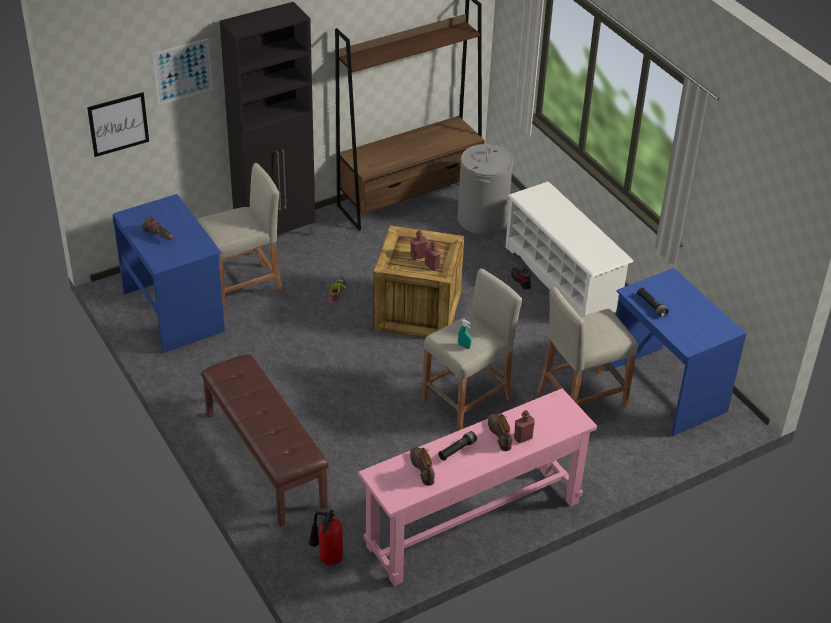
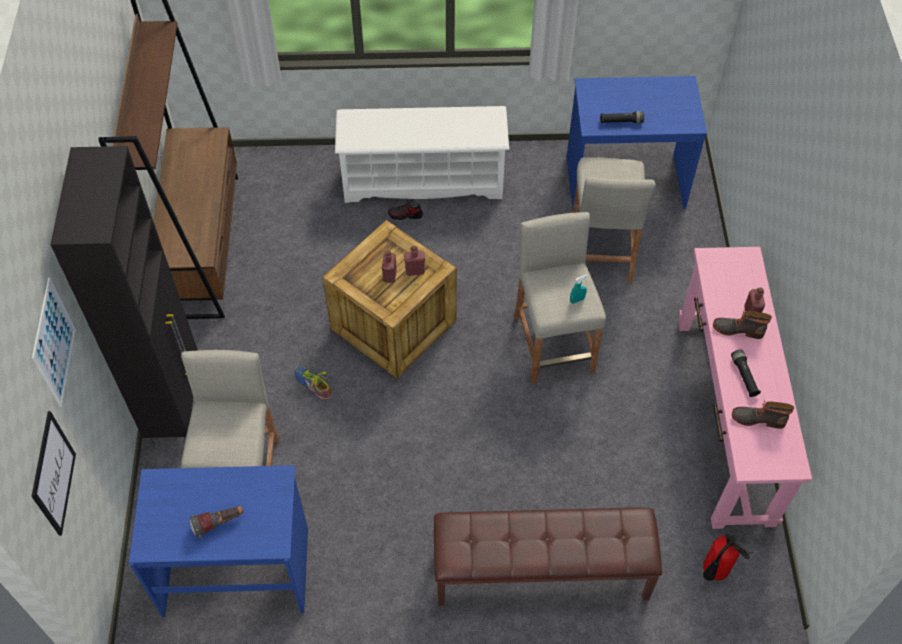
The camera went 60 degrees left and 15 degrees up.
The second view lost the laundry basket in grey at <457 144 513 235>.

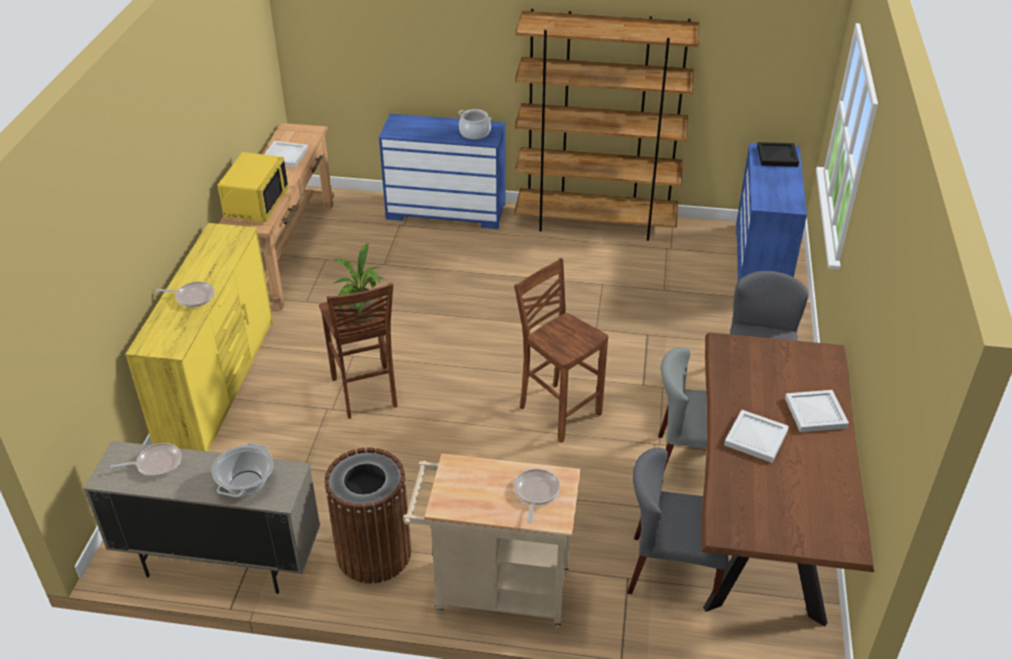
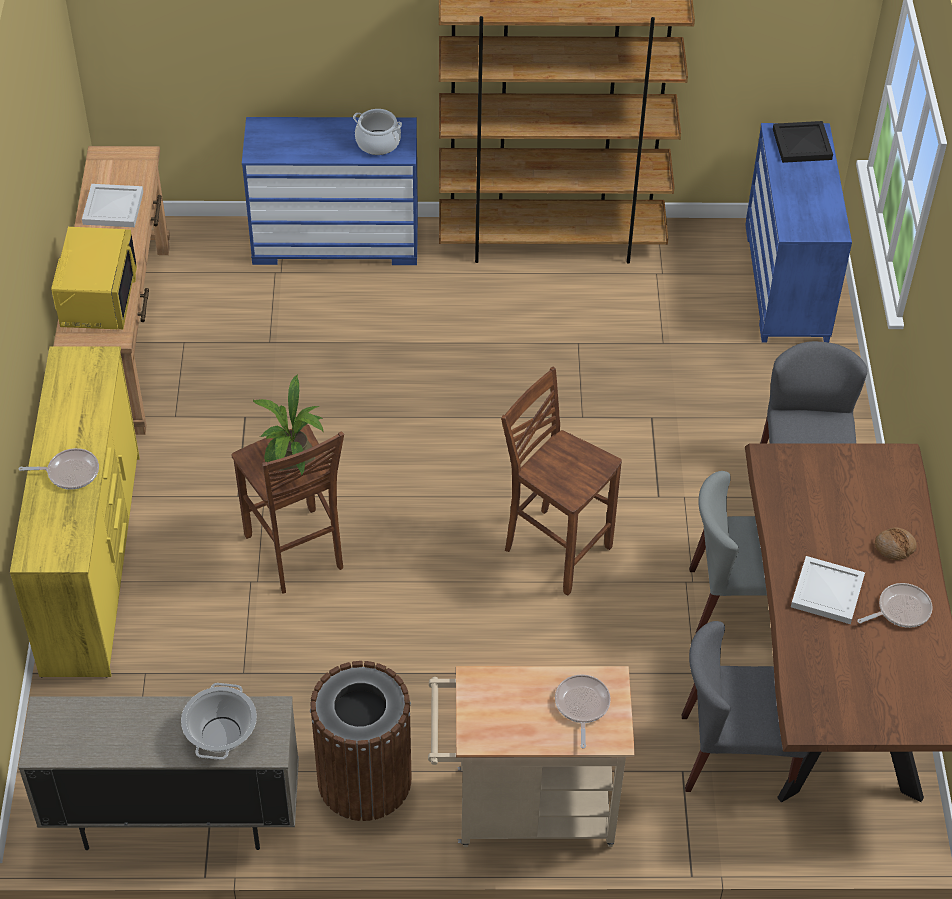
The camera went 10 degrees left and 10 degrees up.
Where the tray in white stood at <785 390 849 432>, the bread came to stand at <875 527 917 560>.
The frying pan ended up elsewhere, having gone from <111 443 182 477> to <857 583 933 628>.

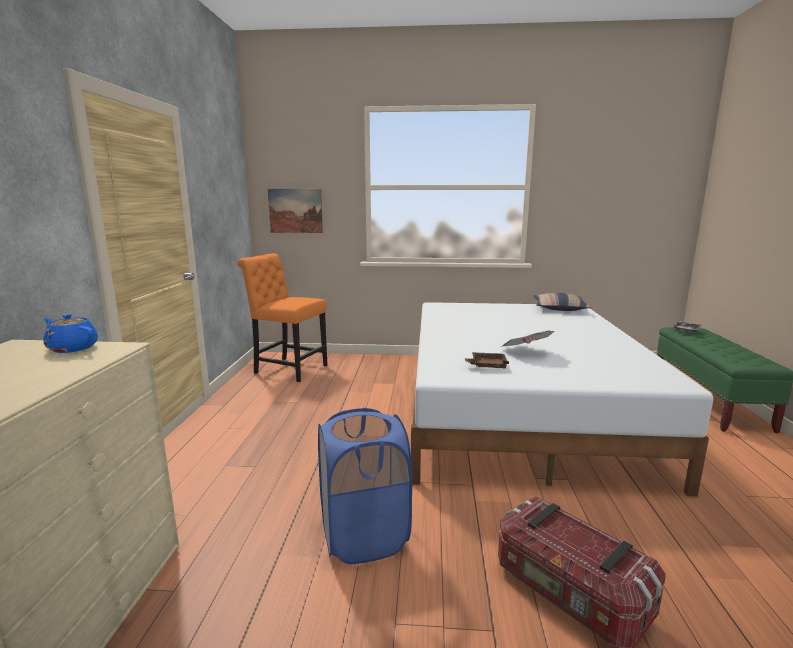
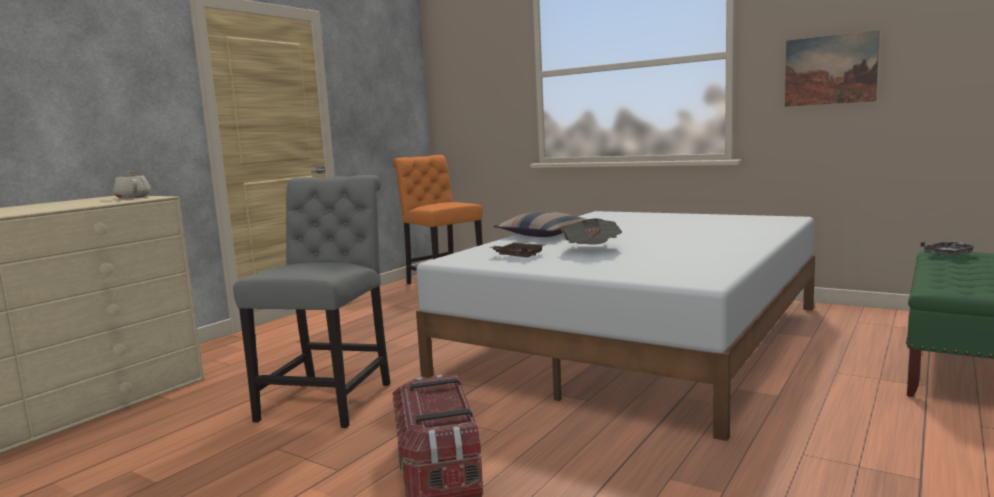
The camera went 30 degrees right and 5 degrees down.
The picture ended up elsewhere, having gone from <268 189 323 233> to <785 30 880 107>.
The pillow ended up elsewhere, having gone from <534 293 591 311> to <493 212 587 237>.
What was the teapot in blue at <43 314 98 353> turned into the teapot in beige at <113 171 151 199>.
Where the laundry basket in blue stood at <318 408 412 564>, the chair in grey came to stand at <233 175 391 428>.

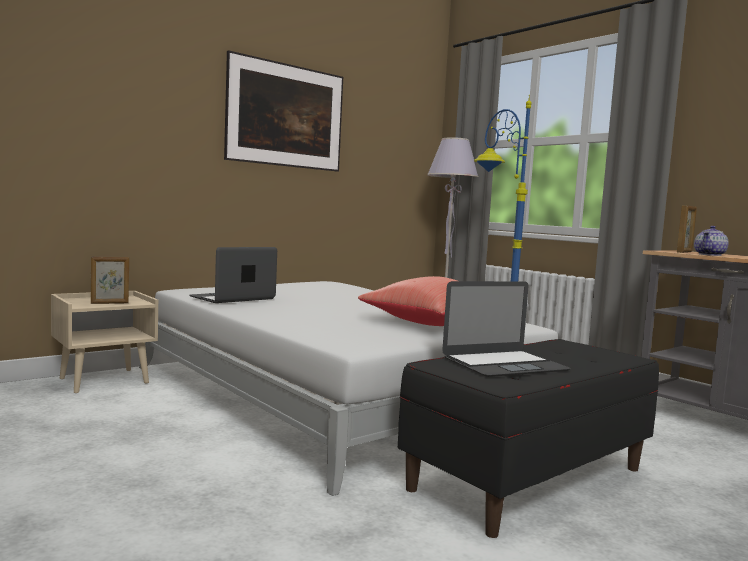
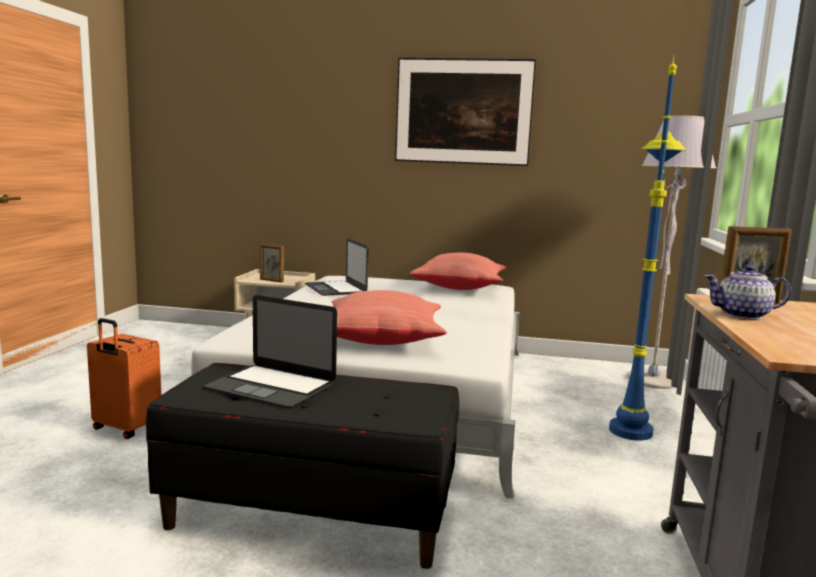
The camera went 50 degrees right and 5 degrees up.
The laptop at <189 247 277 303> ended up facing another way, 120 degrees counterclockwise from before.
The second view gained the pillow in red at <410 253 506 290>.
The second view gained the suitcase in orange at <87 318 161 439>.

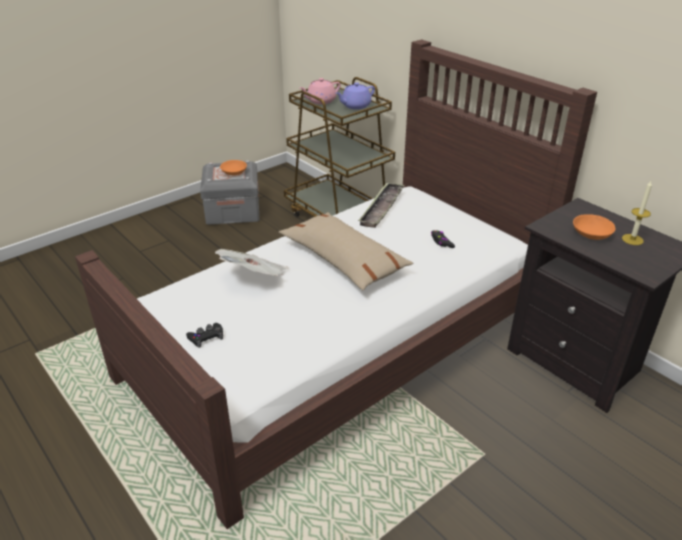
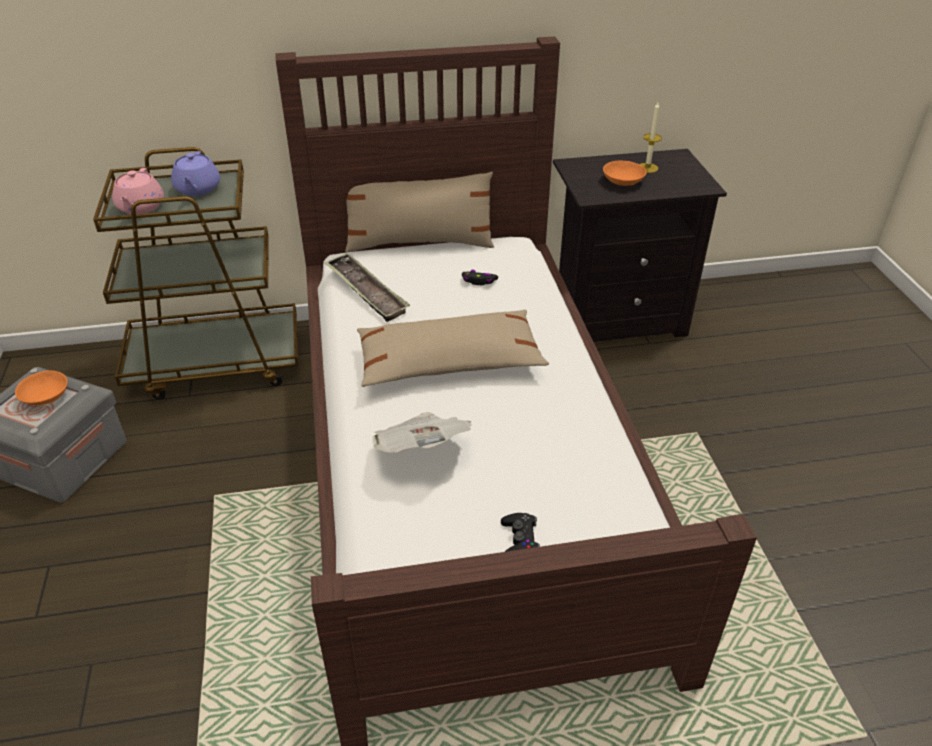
The camera went 60 degrees left and 5 degrees up.
The second view gained the pillow in beige at <345 172 494 252>.

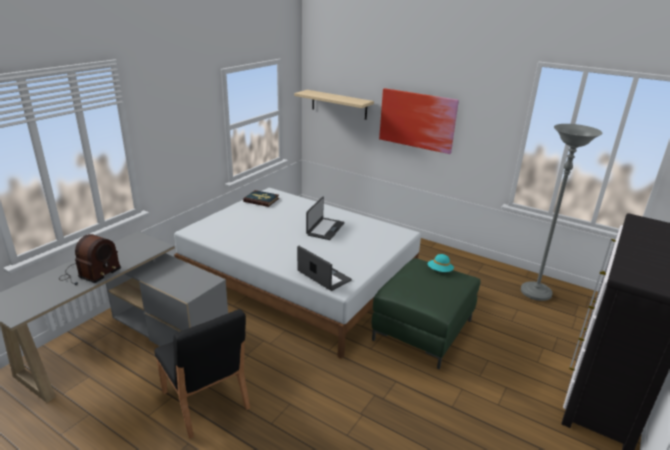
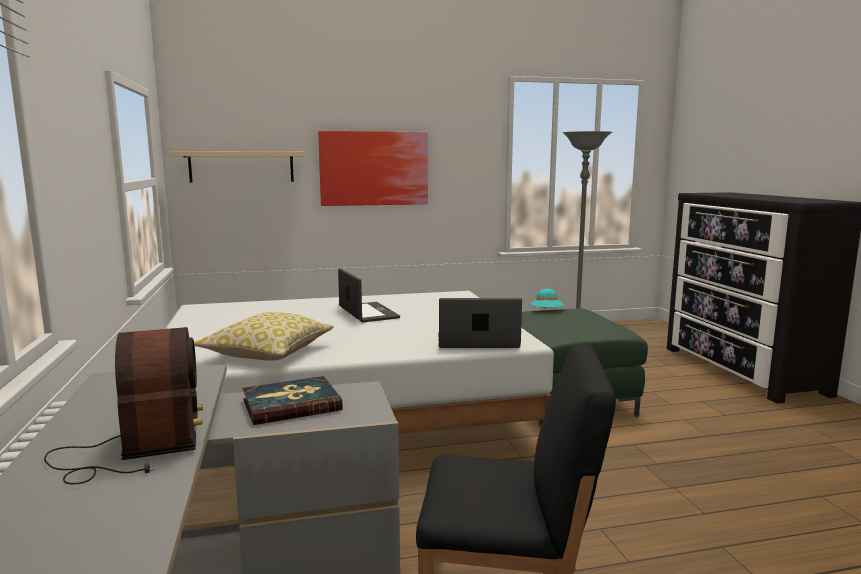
The camera went 45 degrees left and 15 degrees down.
The book ended up elsewhere, having gone from <243 190 279 207> to <243 376 343 425>.
The second view gained the pillow at <194 312 334 361>.

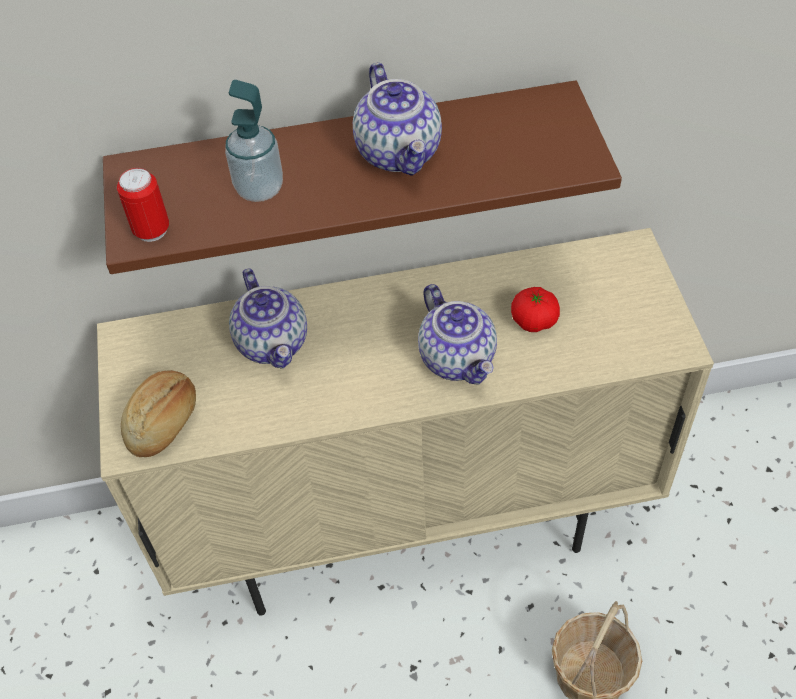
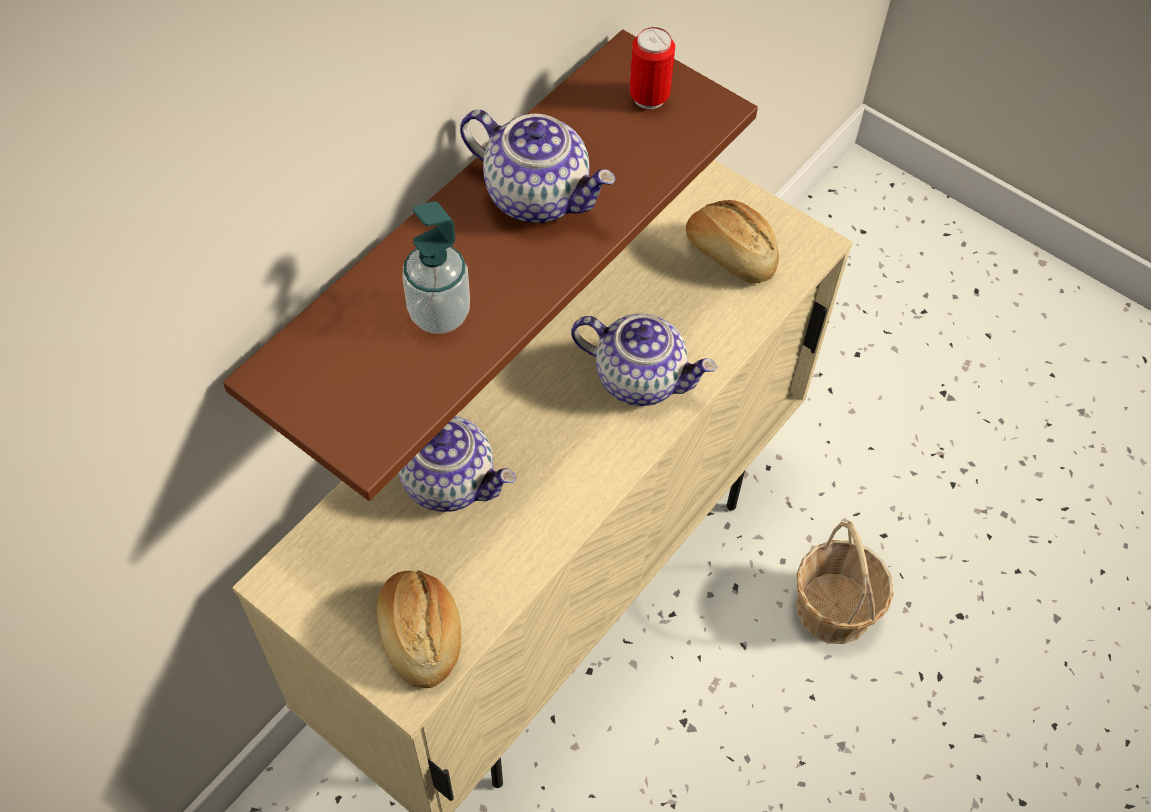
The camera went 45 degrees left and 5 degrees up.
The can ended up elsewhere, having gone from <117 168 169 242> to <629 27 675 109>.
The second view lost the tomato at <511 287 560 332>.
The second view gained the bread at <686 200 779 283>.

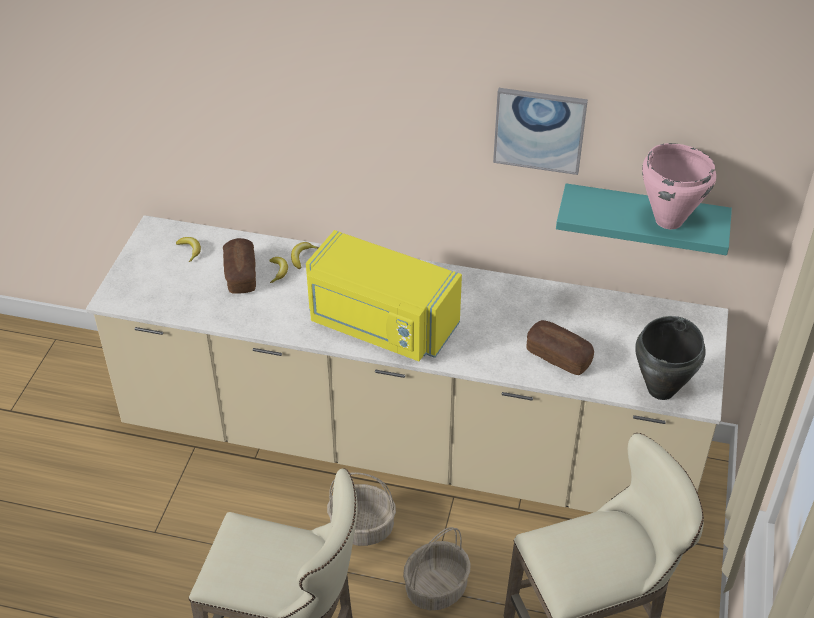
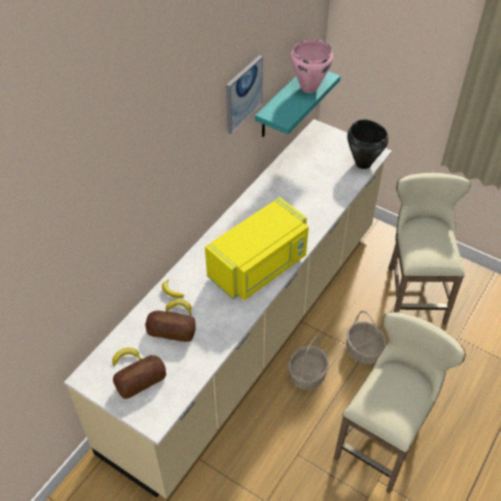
The camera went 70 degrees left and 5 degrees up.
The bread ended up elsewhere, having gone from <526 320 594 375> to <113 355 166 399>.

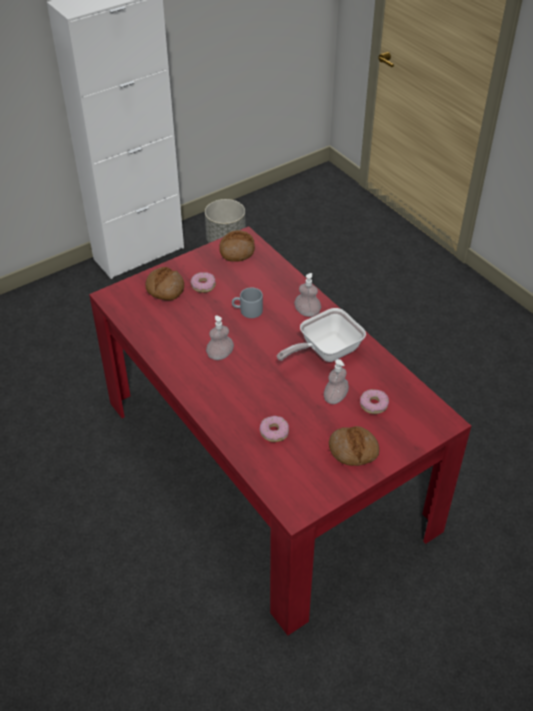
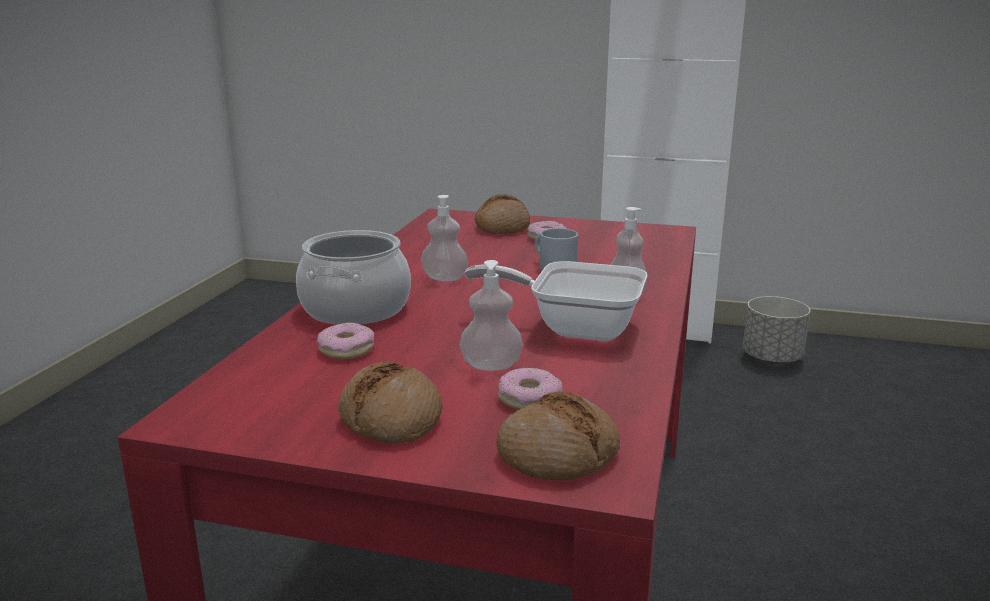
The camera went 50 degrees right and 25 degrees down.
The bread ended up elsewhere, having gone from <219 230 255 262> to <496 391 620 480>.
The second view gained the cooking pot at <296 230 411 325>.

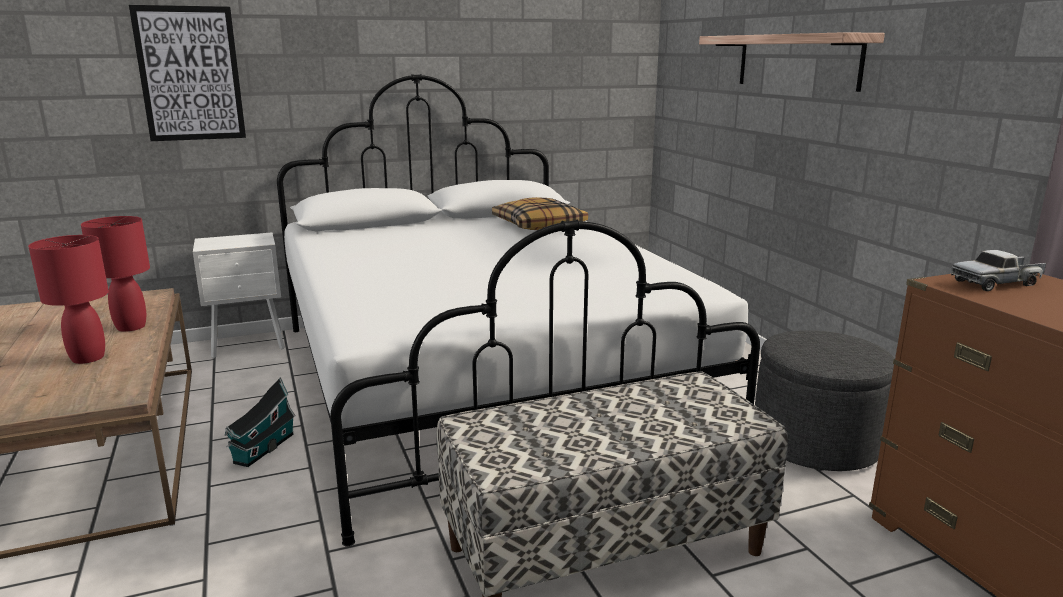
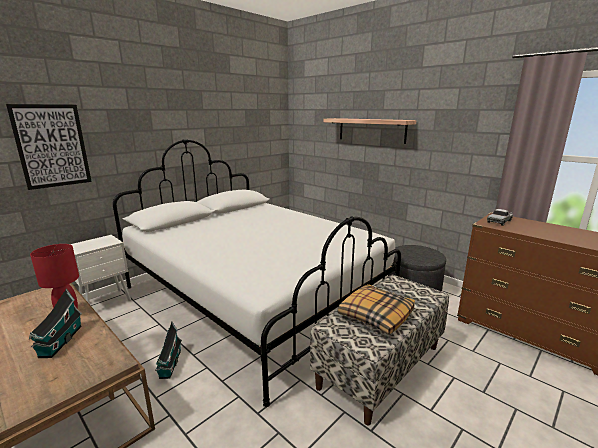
The camera went 25 degrees left and 0 degrees up.
The pillow ended up elsewhere, having gone from <492 197 588 230> to <338 284 415 335>.
Where the table lamp in red stood at <28 235 109 364>, the toy house came to stand at <28 289 82 358>.

